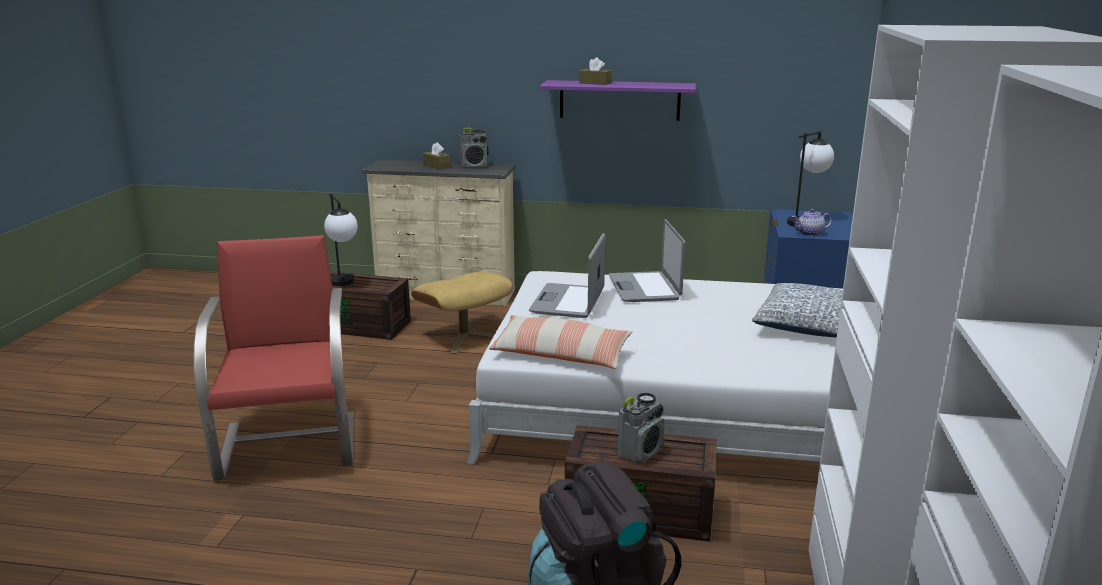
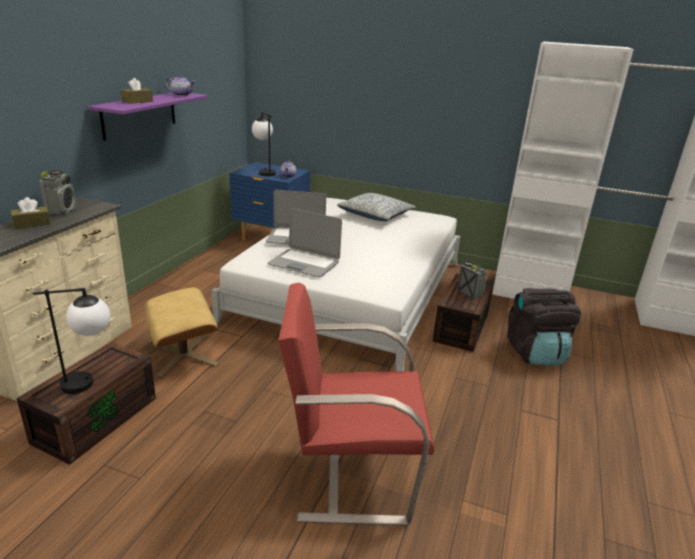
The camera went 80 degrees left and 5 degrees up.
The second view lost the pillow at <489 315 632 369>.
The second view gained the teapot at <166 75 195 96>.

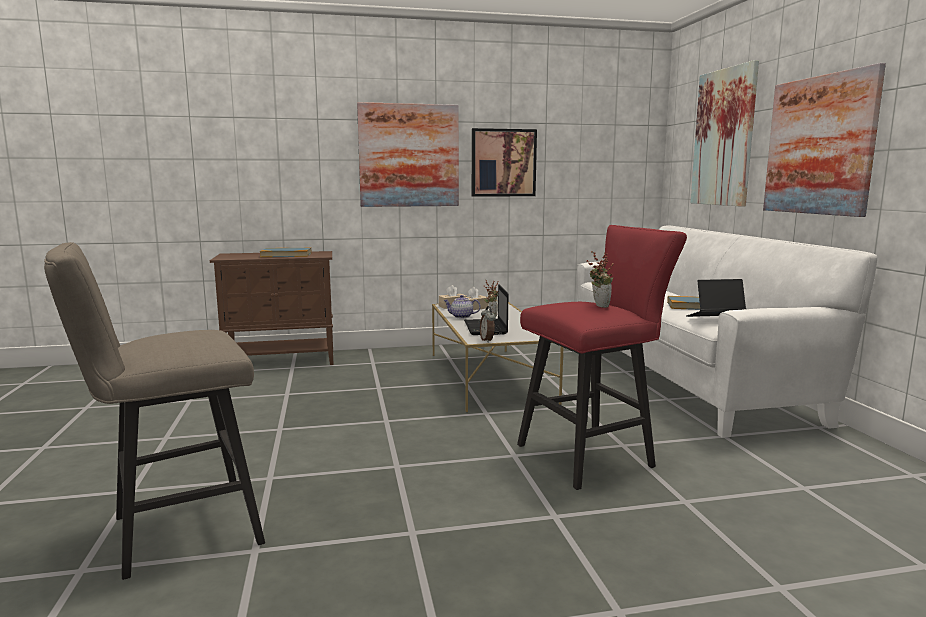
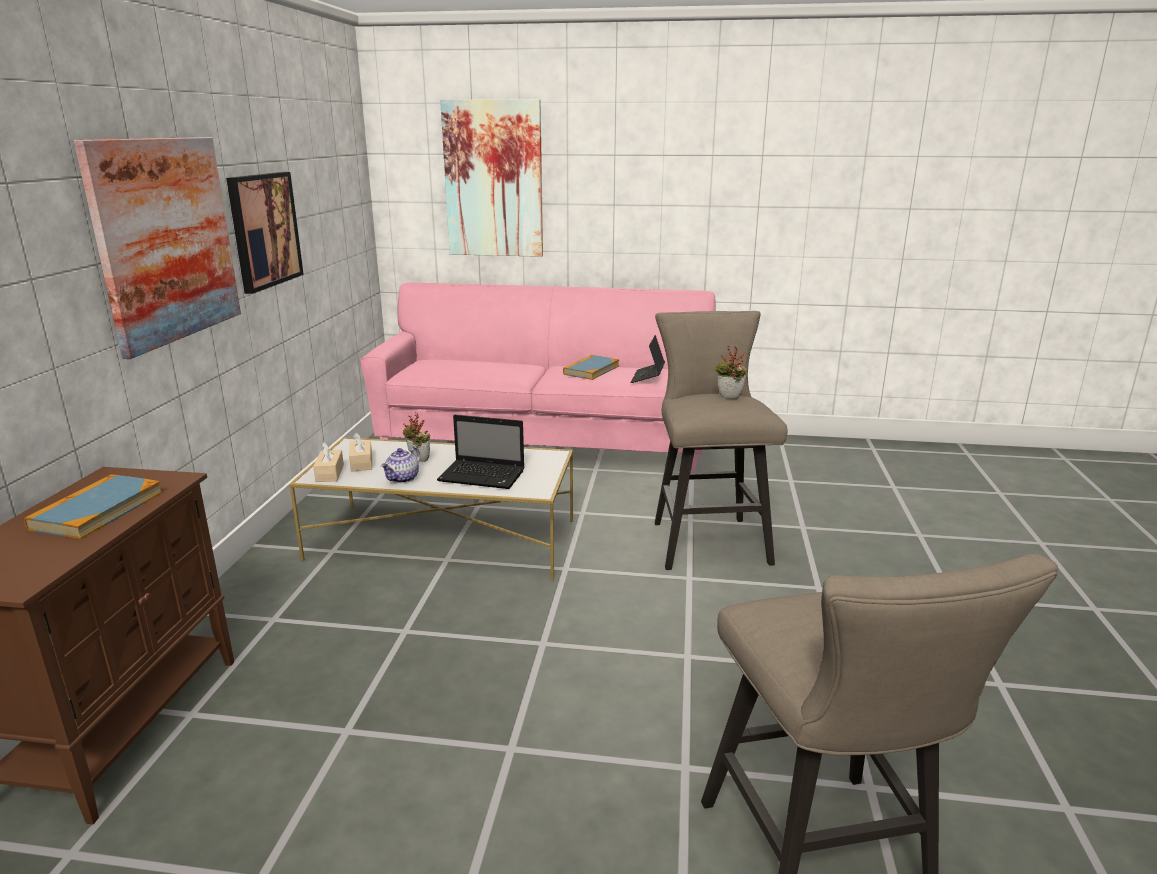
The camera went 70 degrees left and 10 degrees up.
The second view lost the picture at <763 63 886 217>.
What was the stool in red at <517 225 687 490> turned into the stool in beige at <655 311 787 570>.
What was the sofa in white at <577 226 877 438> turned into the sofa in pink at <360 283 716 473>.
The second view lost the alarm clock at <480 306 496 343>.

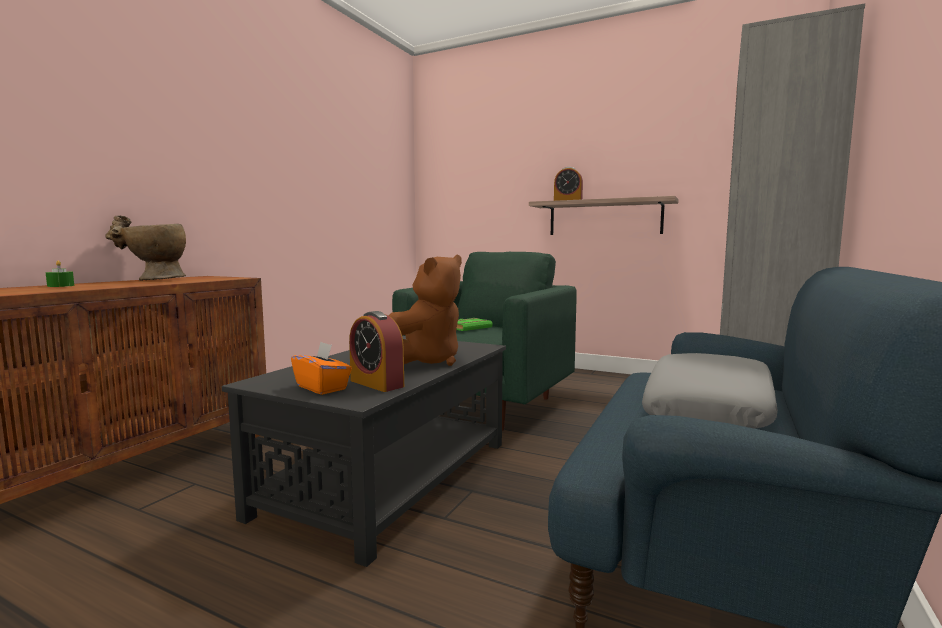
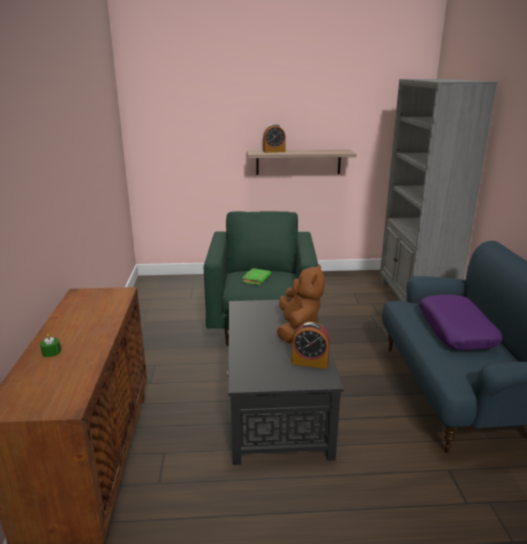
The camera went 30 degrees left and 15 degrees up.
The second view lost the vase in beige at <106 215 186 281>.
The second view lost the tissue box in orange at <291 342 352 395>.
What was the pillow in grey at <642 353 778 429> turned into the pillow in purple at <419 295 503 350>.

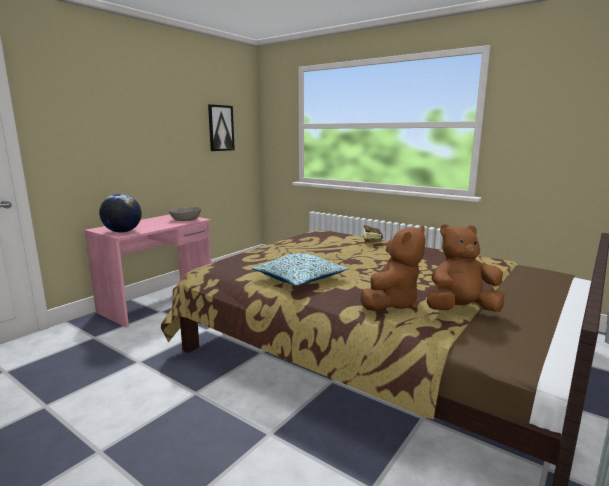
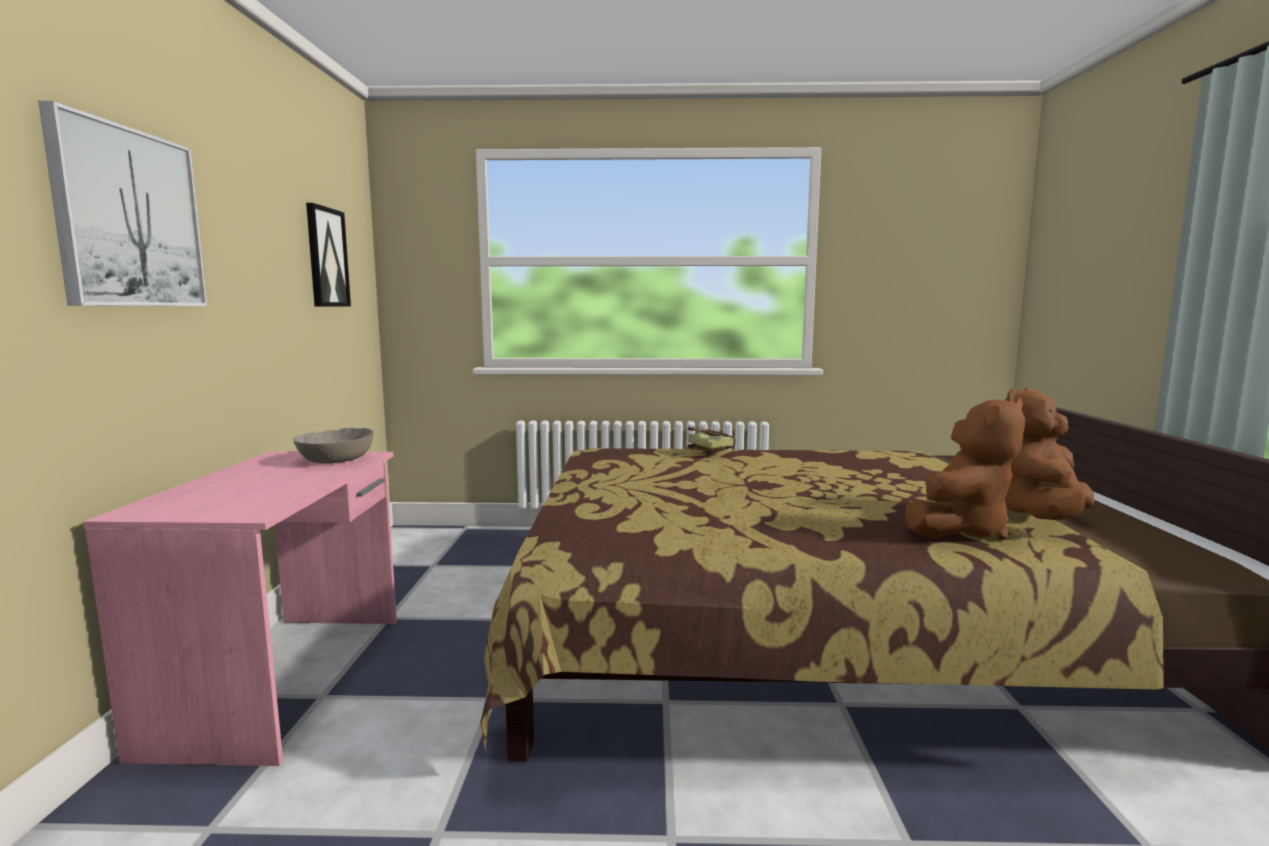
The camera went 35 degrees left and 5 degrees down.
The second view lost the globe at <99 194 142 233>.
The plush toy in brown at <360 226 426 311> ended up facing another way, 45 degrees clockwise from before.
The second view lost the pillow at <252 253 348 286>.
The second view gained the picture at <38 101 208 306>.

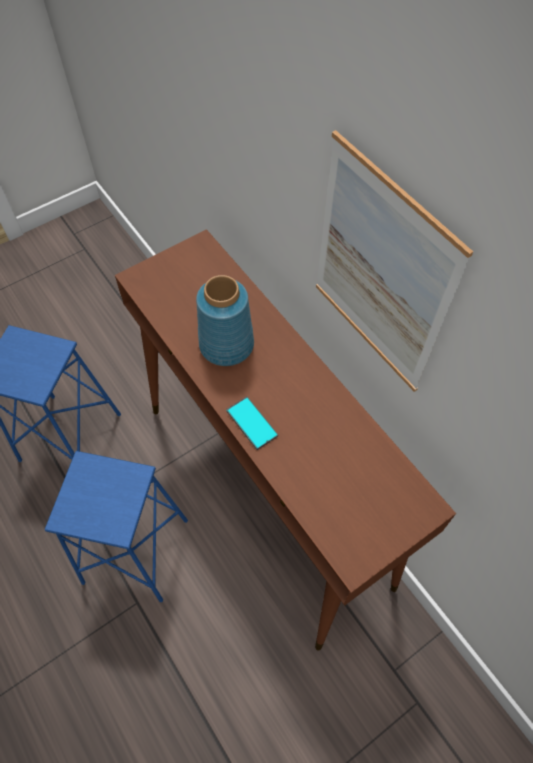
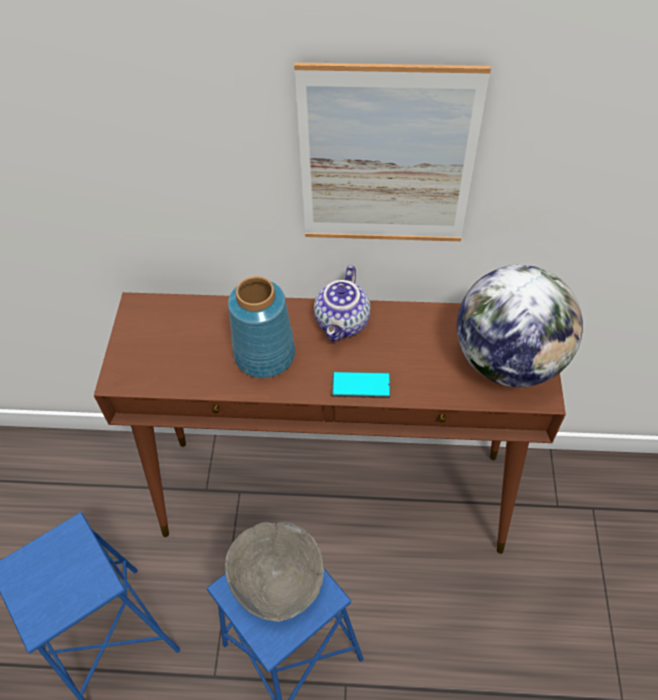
The camera went 50 degrees left and 5 degrees down.
The second view gained the teapot at <314 265 371 342>.
The second view gained the globe at <457 265 583 387>.
The second view gained the bowl in grey at <225 522 324 622>.

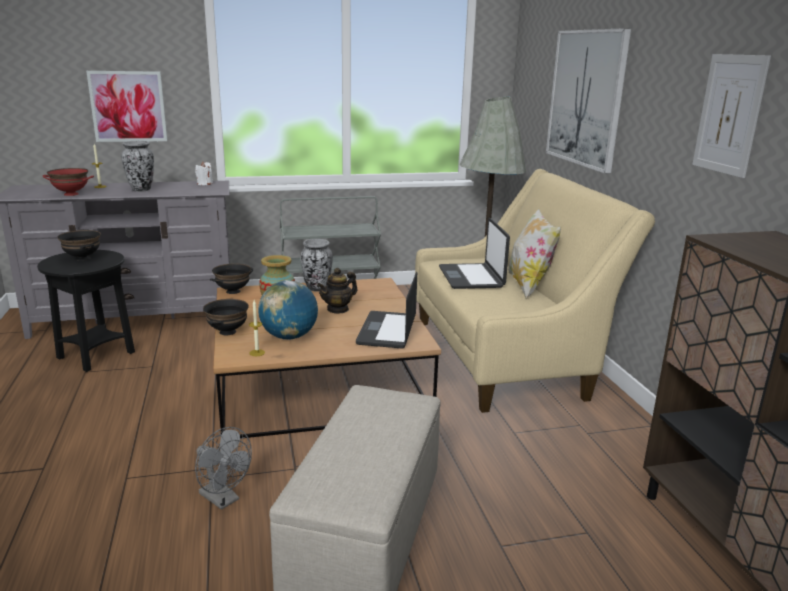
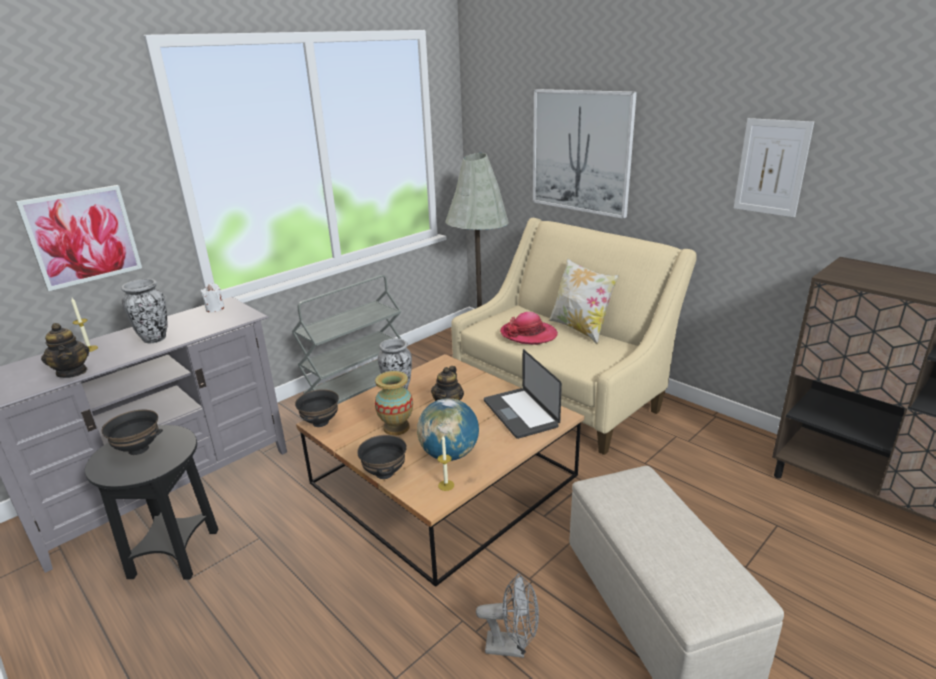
The camera went 30 degrees left and 5 degrees up.
Where the bowl in red stood at <43 168 94 196>, the teapot came to stand at <41 323 89 378>.
Where the laptop stood at <439 218 510 289>, the hat came to stand at <500 312 558 345>.

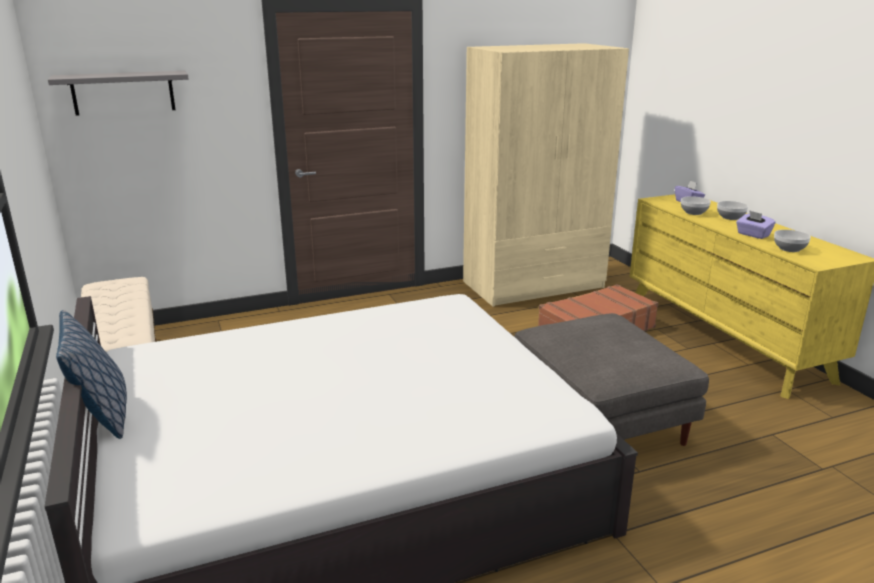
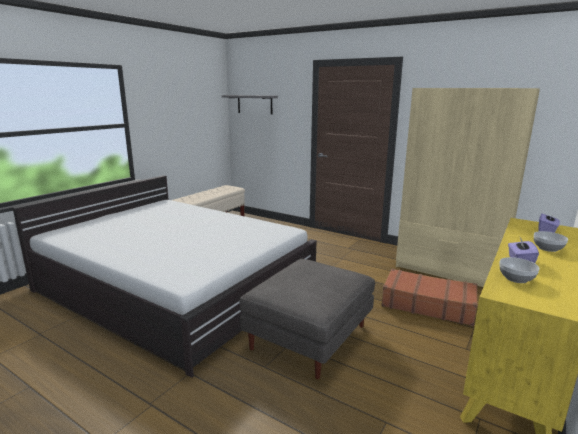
The camera went 55 degrees right and 5 degrees down.
The second view lost the bowl at <681 196 711 215>.
The second view lost the pillow at <56 310 127 439>.

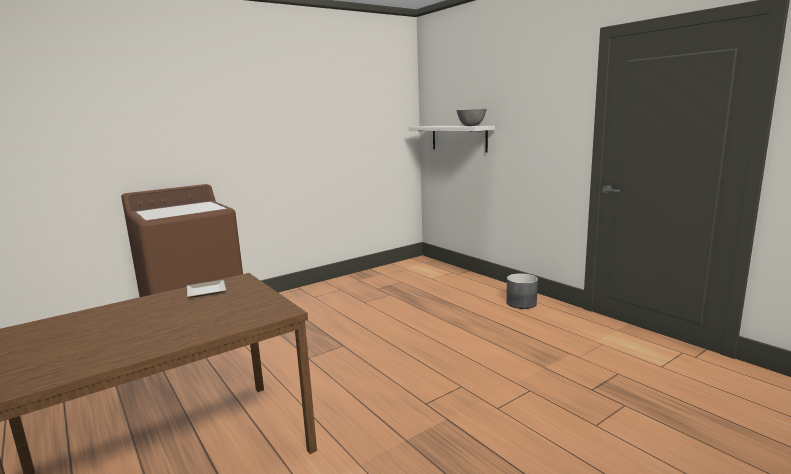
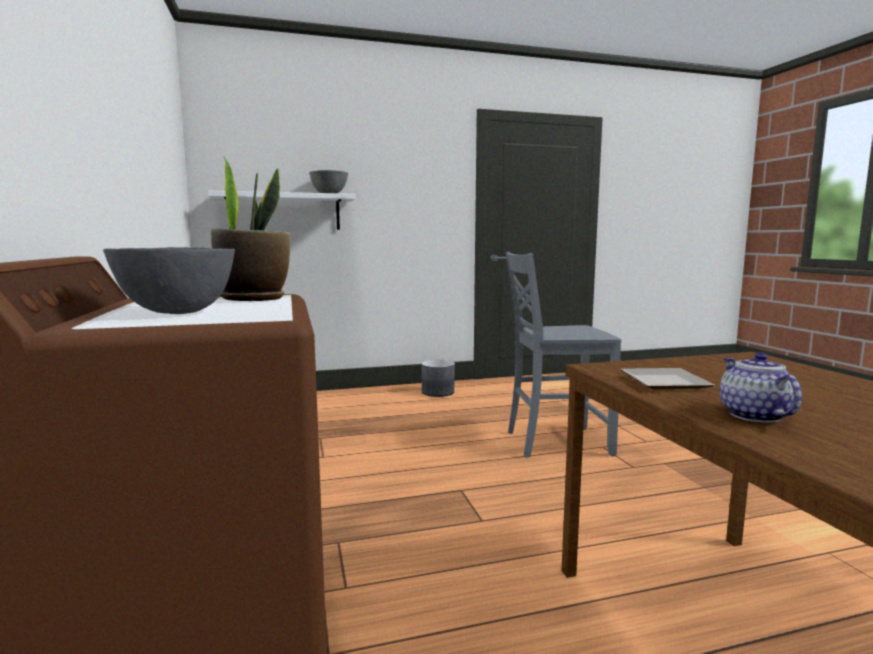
The camera went 70 degrees left and 5 degrees down.
The second view gained the potted plant at <211 158 290 301>.
The second view gained the bowl in grey at <103 247 235 314>.
The second view gained the chair in grey at <505 251 621 458>.
The second view gained the teapot at <720 352 802 423>.

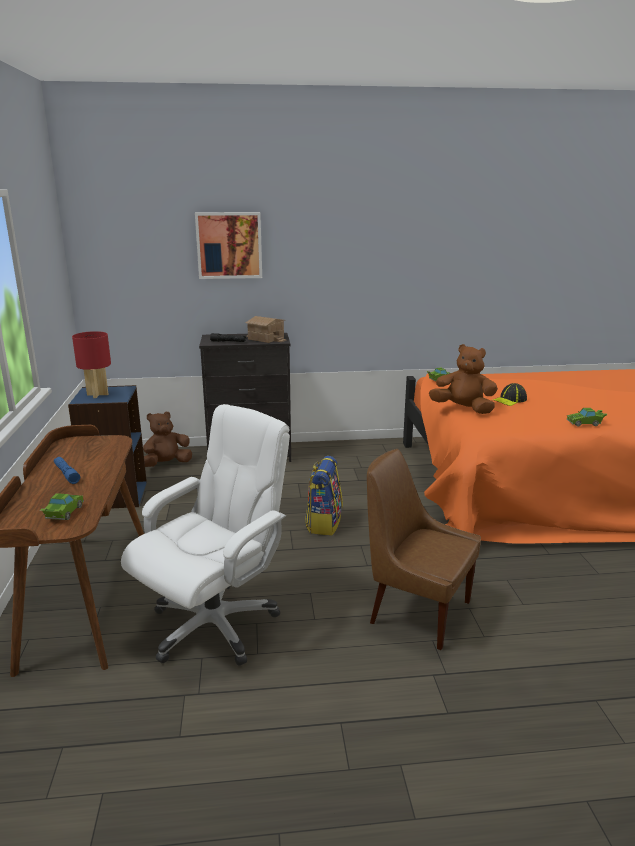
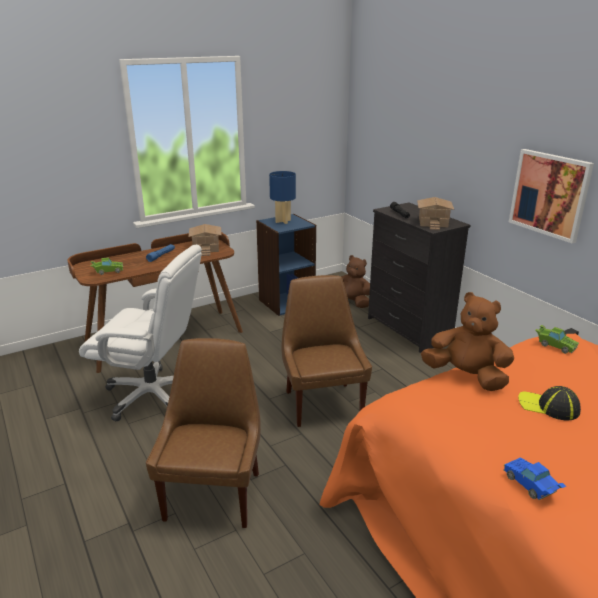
The camera went 65 degrees right and 5 degrees up.
The picture ended up elsewhere, having gone from <195 212 262 279> to <509 149 594 244>.
What was the table lamp in red at <72 331 111 398> turned into the table lamp in blue at <269 171 296 224>.
The plush toy in brown at <429 344 498 414> ended up facing another way, 60 degrees counterclockwise from before.
What was the toy car in green at <567 408 608 427> turned into the toy car in blue at <503 457 566 500>.
Where the backpack stood at <305 456 343 536>, the chair in brown came to stand at <282 275 372 427>.
The second view gained the toy house at <189 224 222 256>.

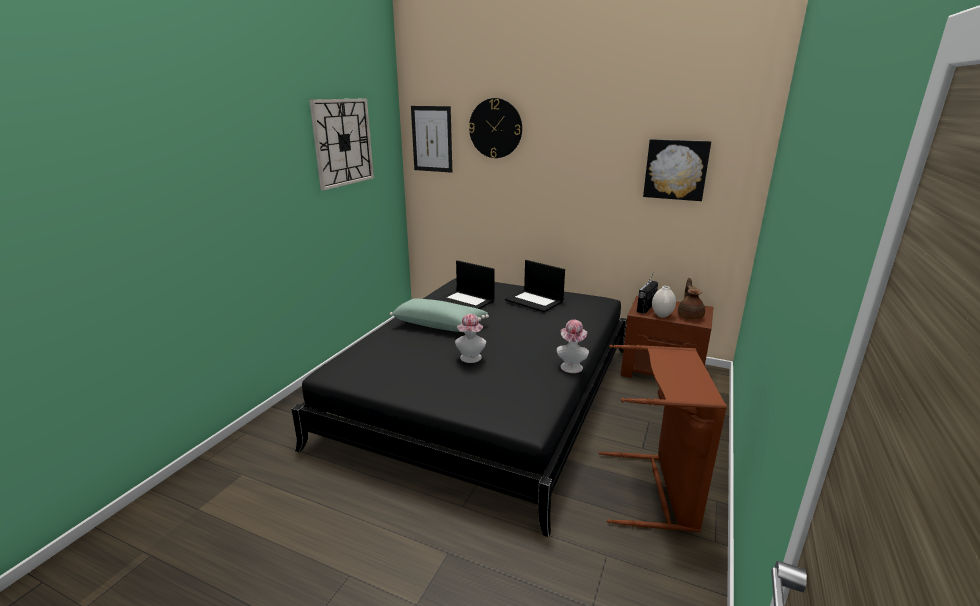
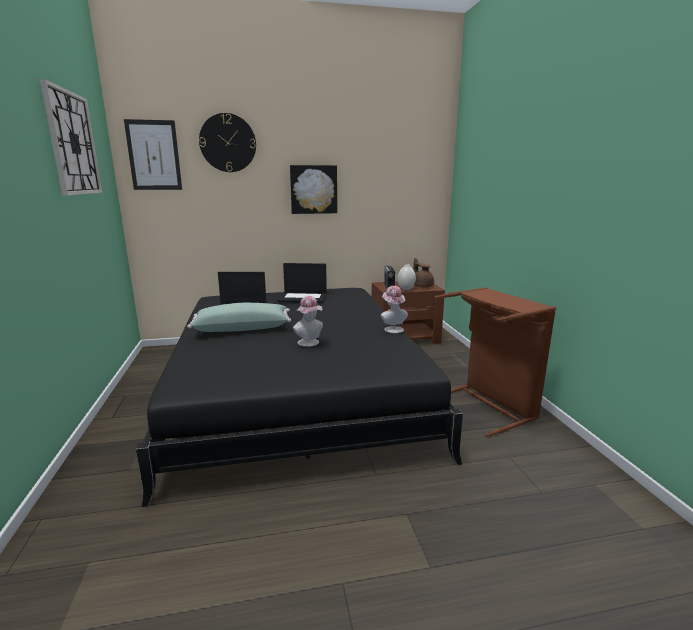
The camera went 35 degrees left and 5 degrees down.
The picture ended up elsewhere, having gone from <643 139 711 201> to <290 165 337 214>.

